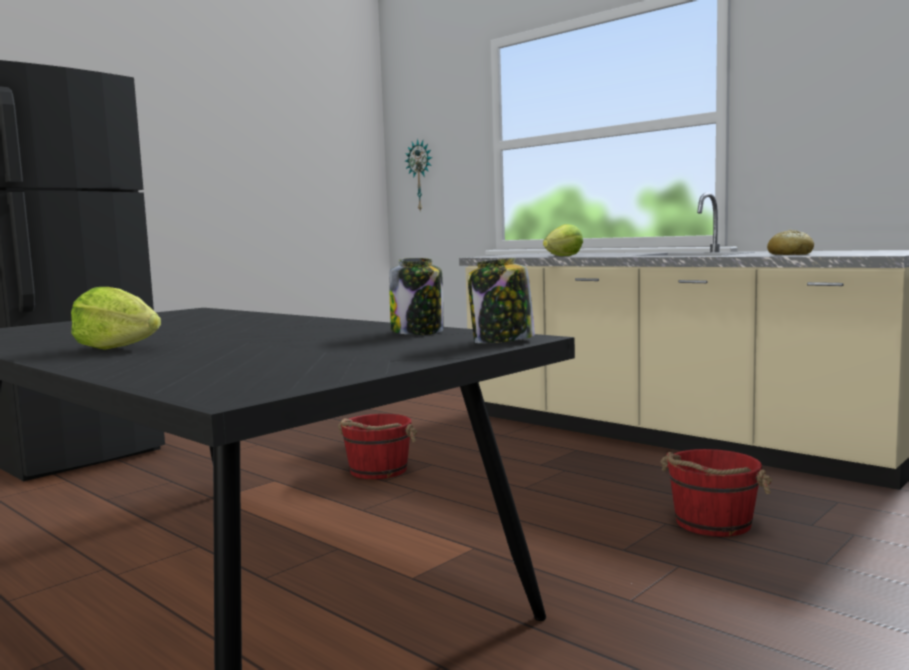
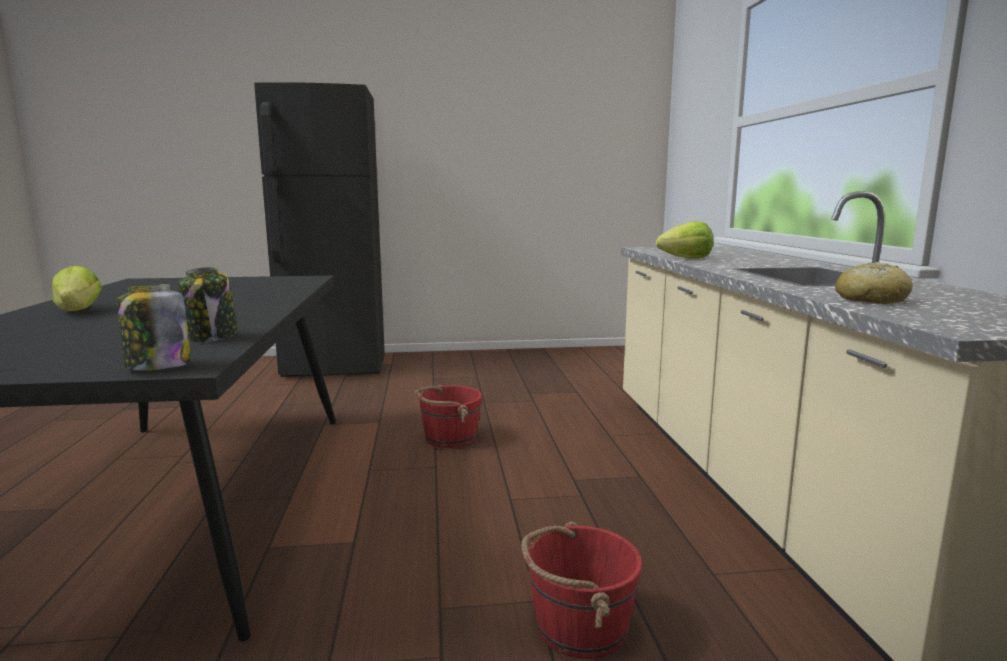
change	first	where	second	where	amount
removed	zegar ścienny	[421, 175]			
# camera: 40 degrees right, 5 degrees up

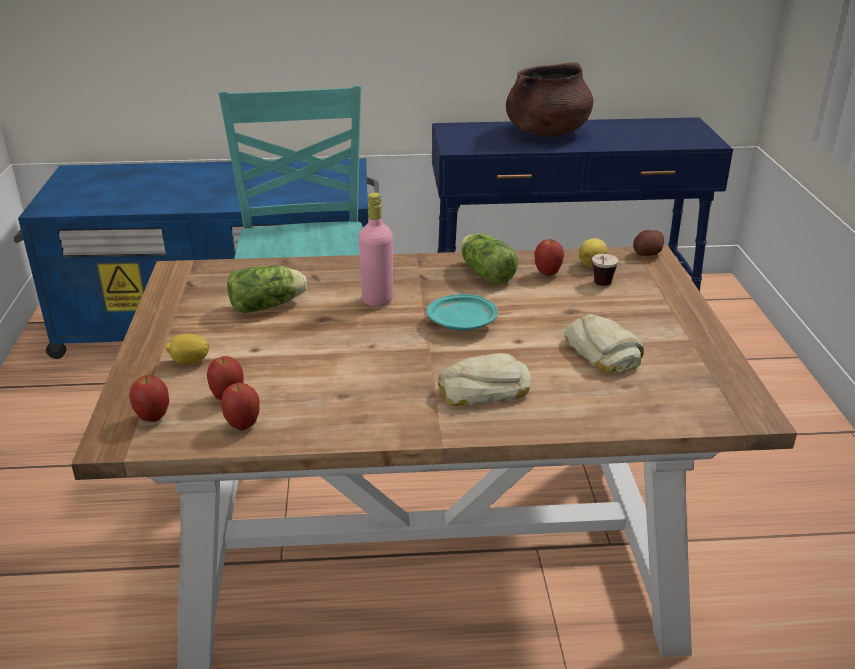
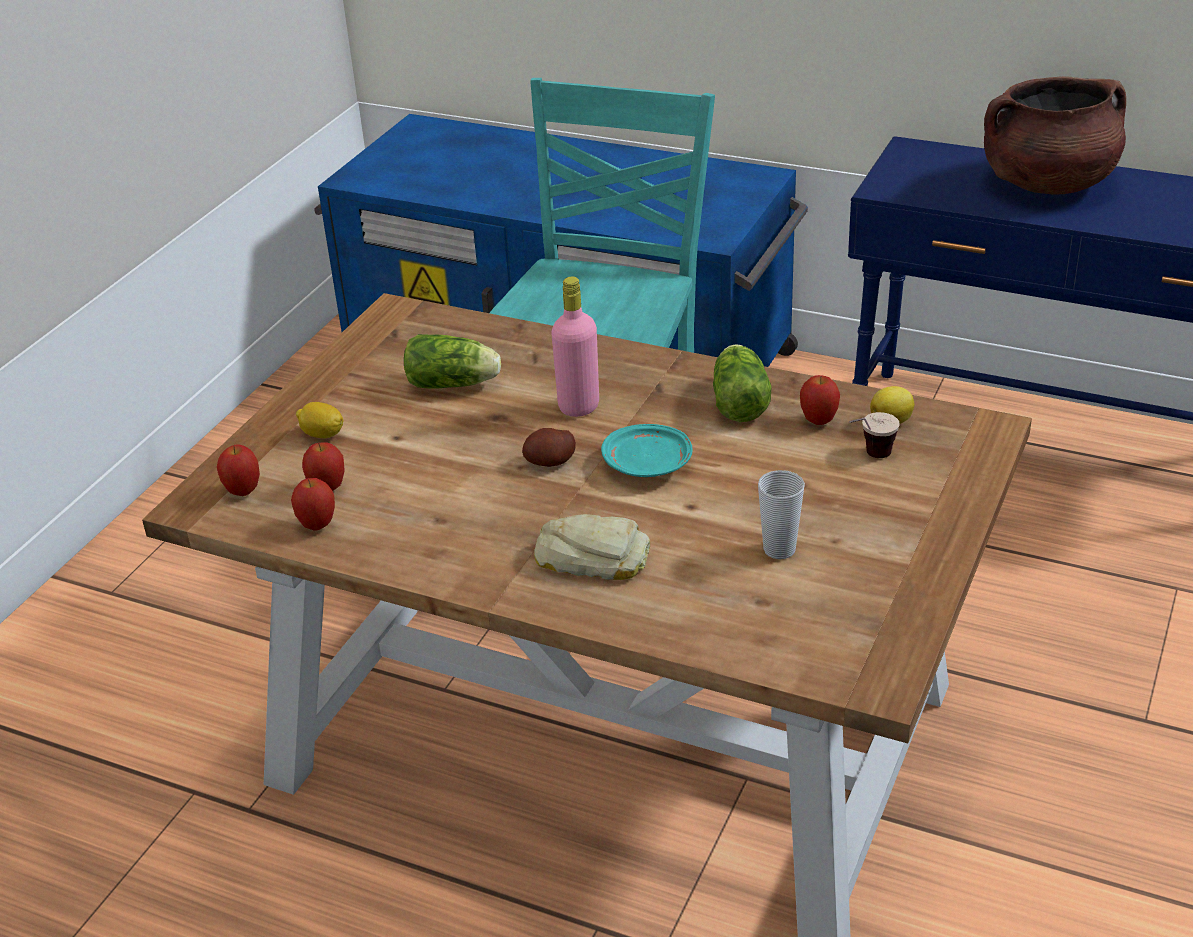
change	first	where	second	where	amount
moved	ziemniak	[647, 254]		[550, 462]	
replaced	chleb	[603, 352]	filiżanka	[779, 549]	
# camera: 30 degrees right, 5 degrees up

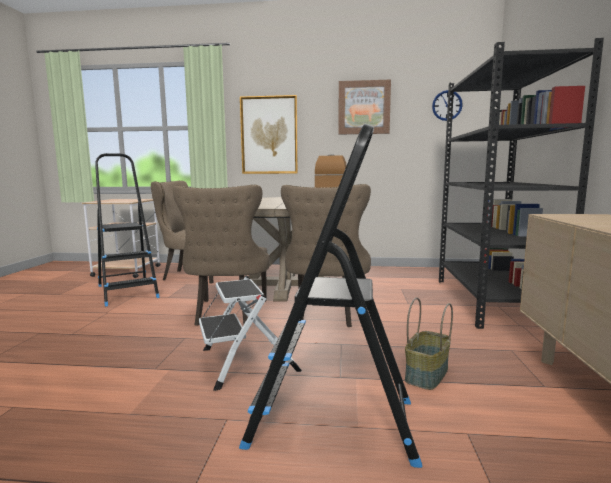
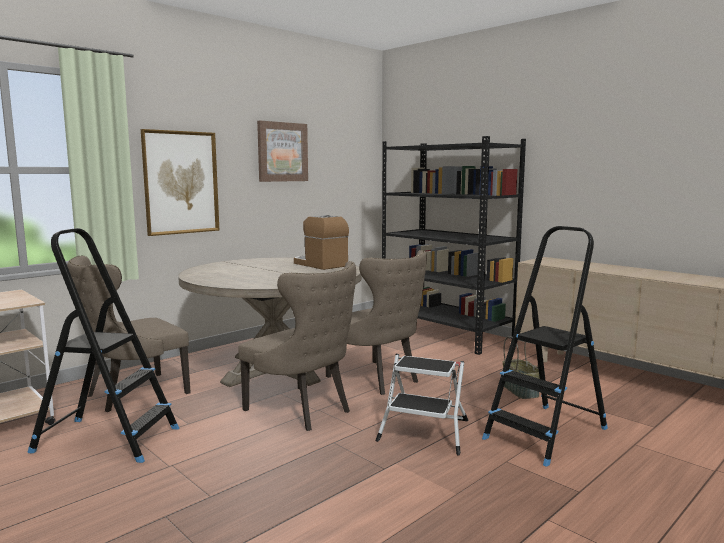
change	first	where	second	where	amount
removed	zegar ścienny	[447, 105]			
# camera: 50 degrees left, 0 degrees up

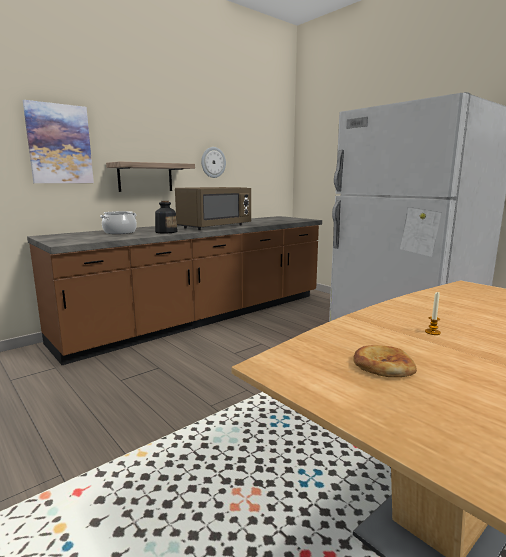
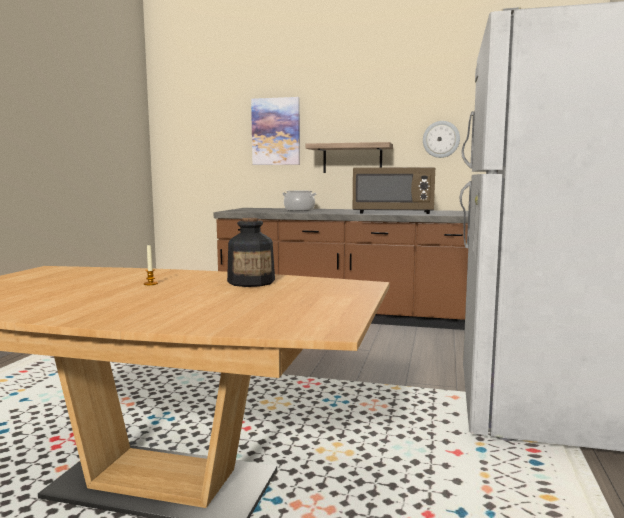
change	first	where	second	where	amount
moved	butelka	[166, 232]		[251, 282]	
removed	chleb	[383, 365]			
# camera: 55 degrees right, 5 degrees down

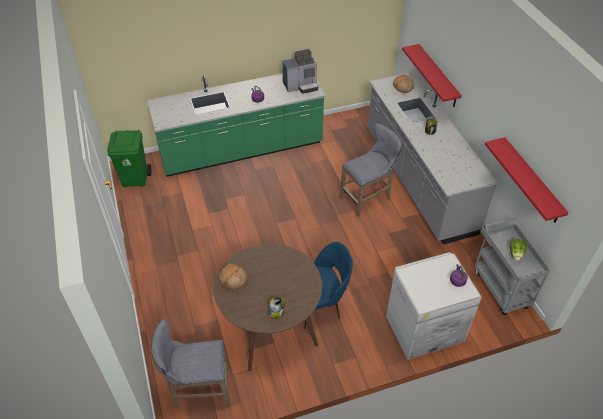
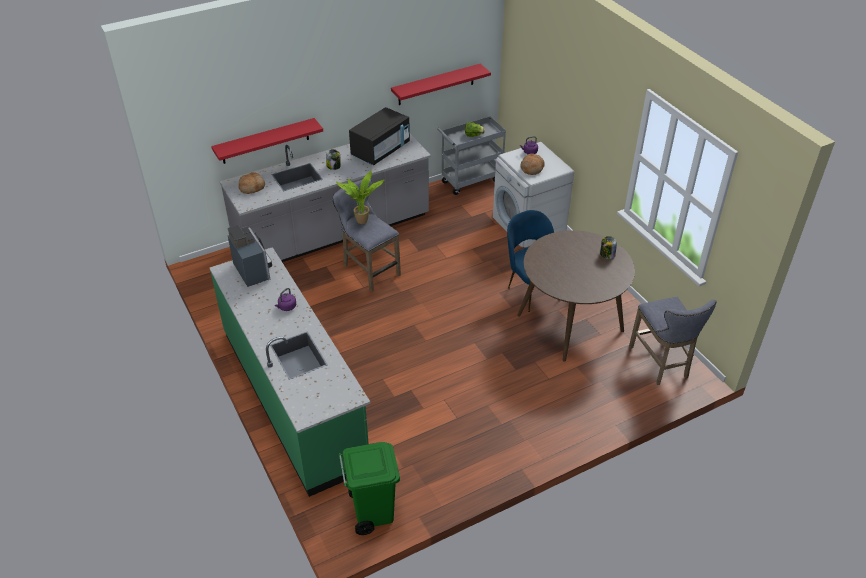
change	first	where	second	where	amount
added			roślina doniczkowa	[363, 222]	
added			mikrofalówka [czarny]	[381, 150]	
moved	chleb	[233, 279]		[531, 168]	
# camera: 100 degrees left, 5 degrees down

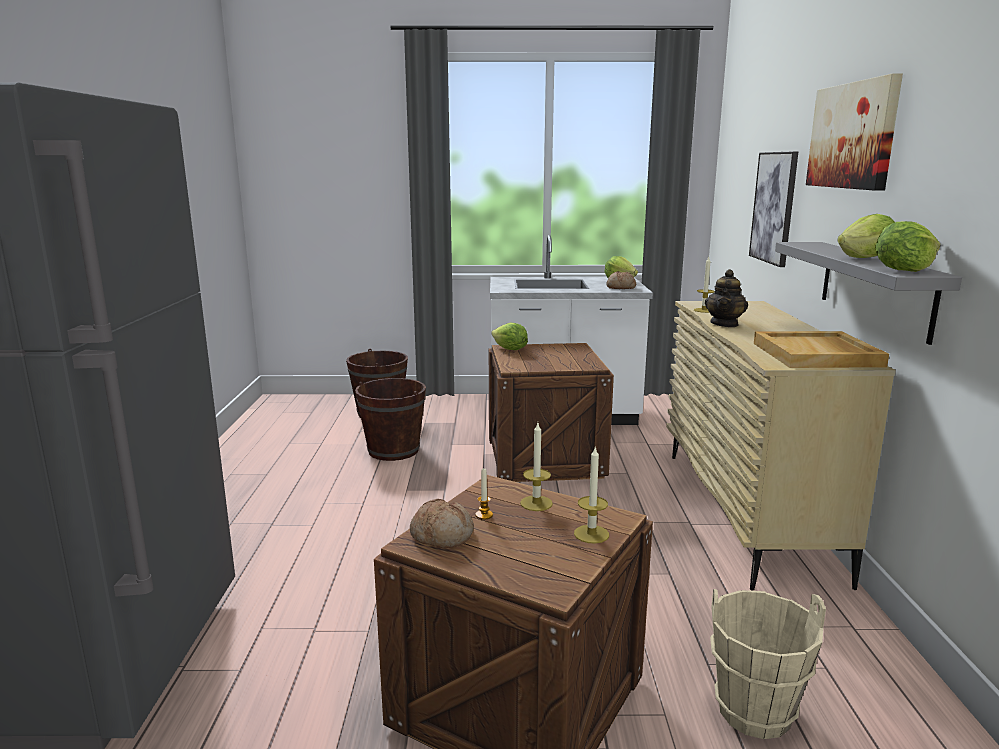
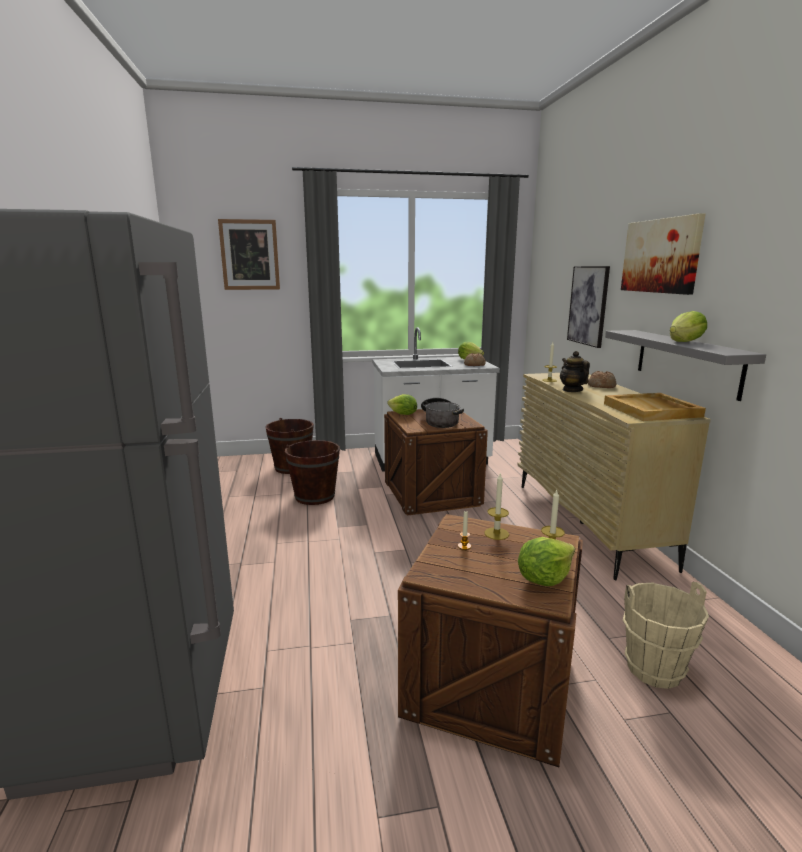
change	first	where	second	where	amount
added			obraz	[249, 255]	
added			garnek	[440, 421]	
moved	sałata	[903, 270]		[544, 578]	
turned	imbryk	[724, 324]		[572, 390]	150 degrees clockwise
moved	chleb	[442, 535]		[601, 386]	
# camera: 10 degrees left, 0 degrees up

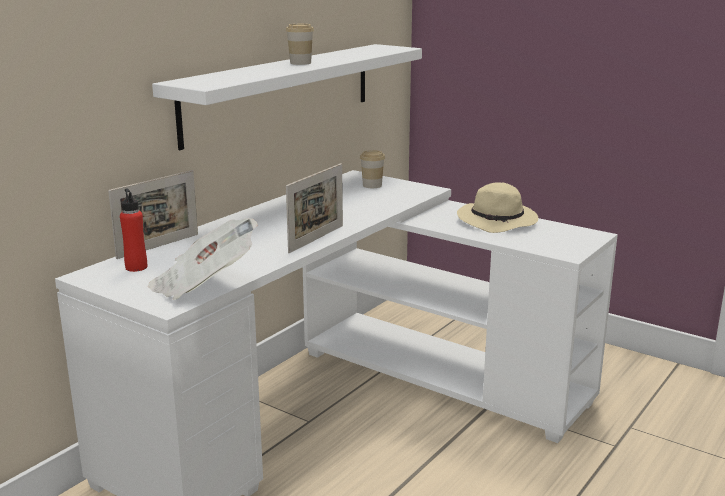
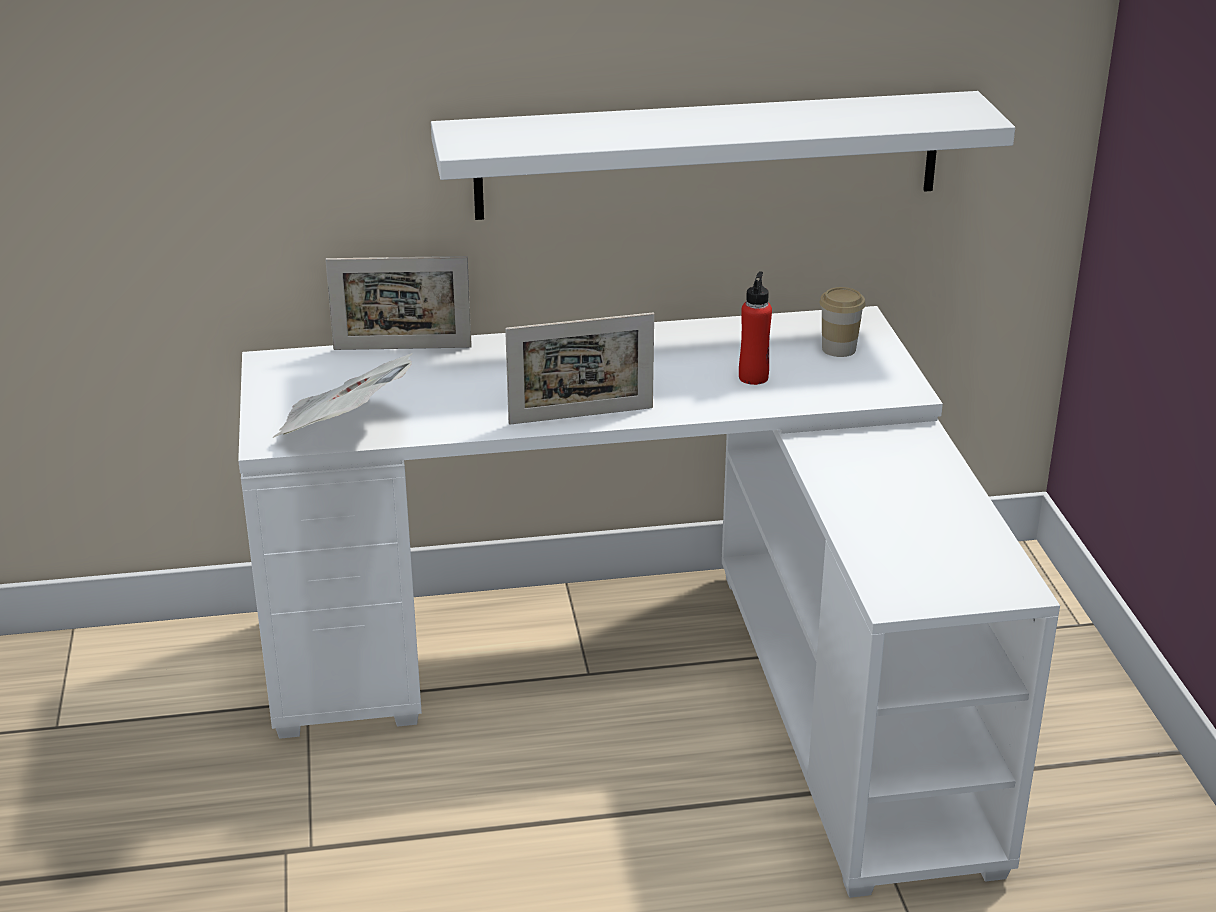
change	first	where	second	where	amount
moved	butelka [czerwony]	[136, 267]		[753, 377]	
removed	filiżanka	[300, 63]			
removed	kapelusz [beżowy]	[498, 221]			
# camera: 45 degrees right, 10 degrees up

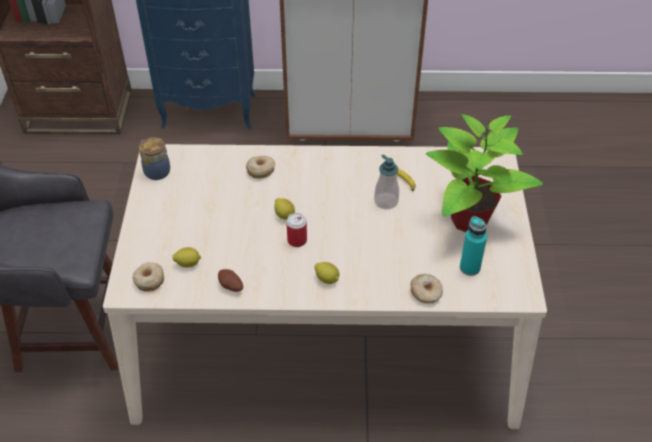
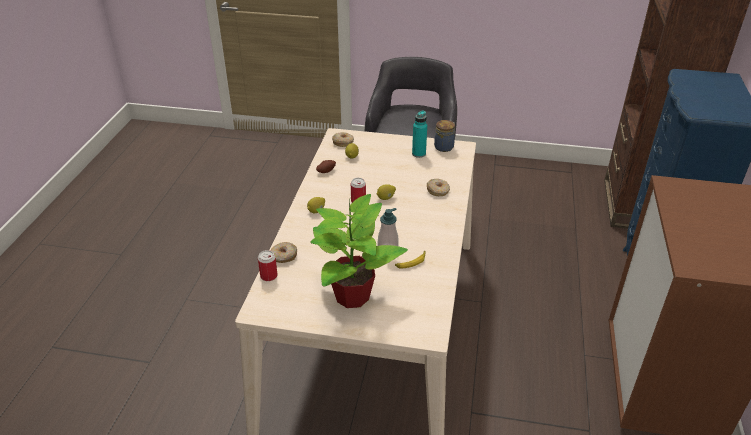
change	first	where	second	where	amount
added			puszka	[269, 276]	
moved	butelka [turkusowy]	[469, 268]		[419, 154]	
# camera: 100 degrees right, 10 degrees down

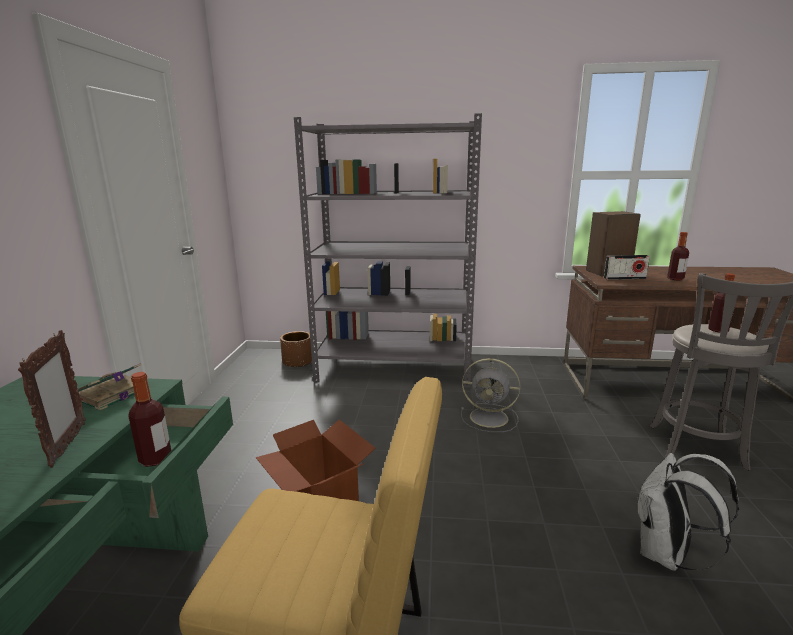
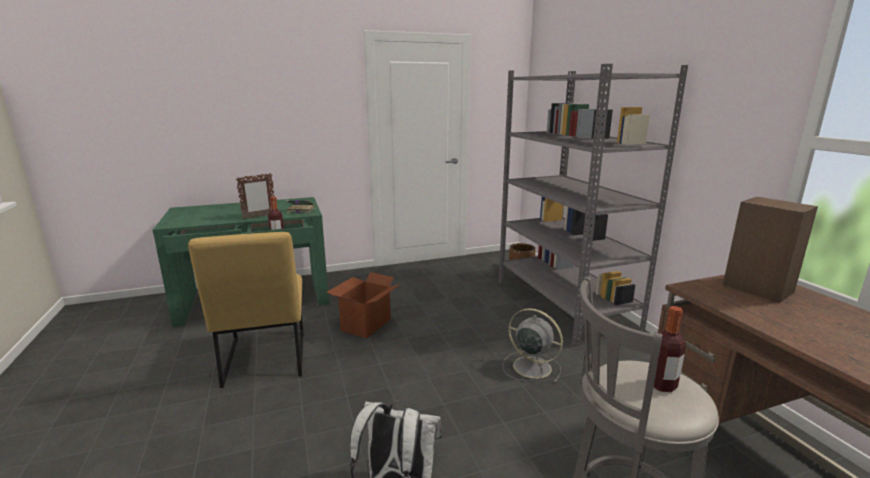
change	first	where	second	where	amount
turned	wentylator [szary]	[490, 418]		[530, 366]	135 degrees clockwise
removed	radio	[624, 278]			
removed	butelka	[675, 279]			
# camera: 65 degrees right, 0 degrees up

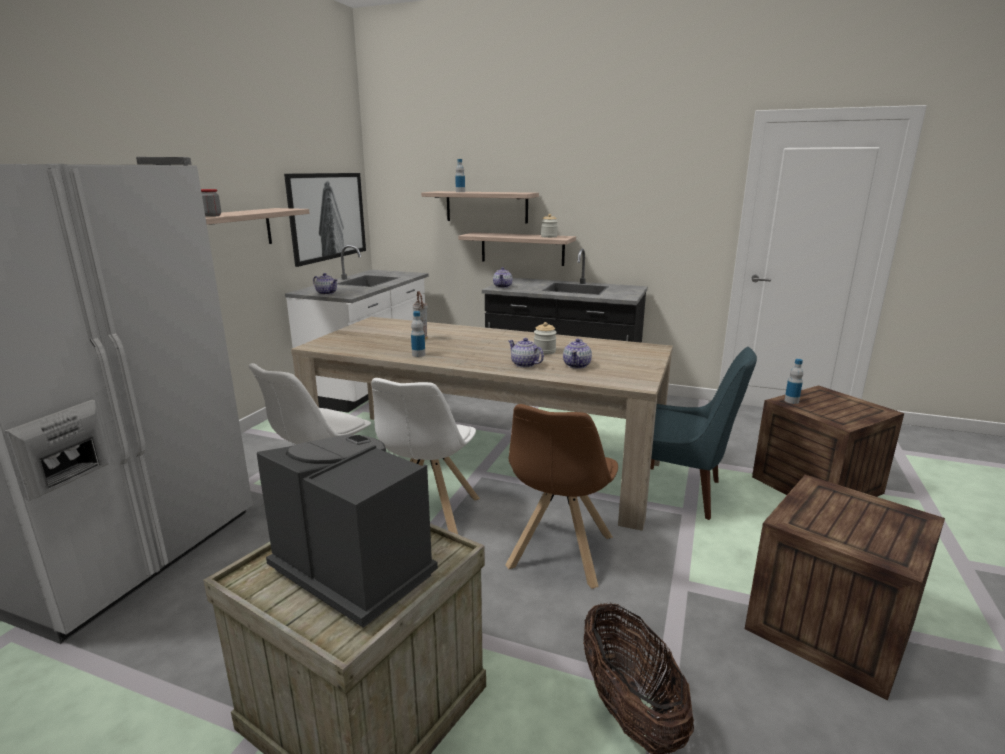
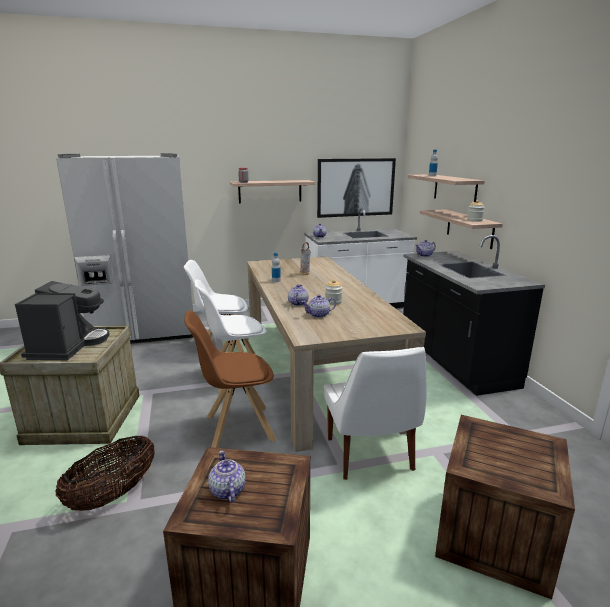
change	first	where	second	where	amount
added			imbryk	[227, 491]	
recoloured	krzesło [niebieski]	[682, 493]	krzesło [biały]	[370, 456]	
removed	butelka	[791, 401]			
# camera: 55 degrees right, 0 degrees up

